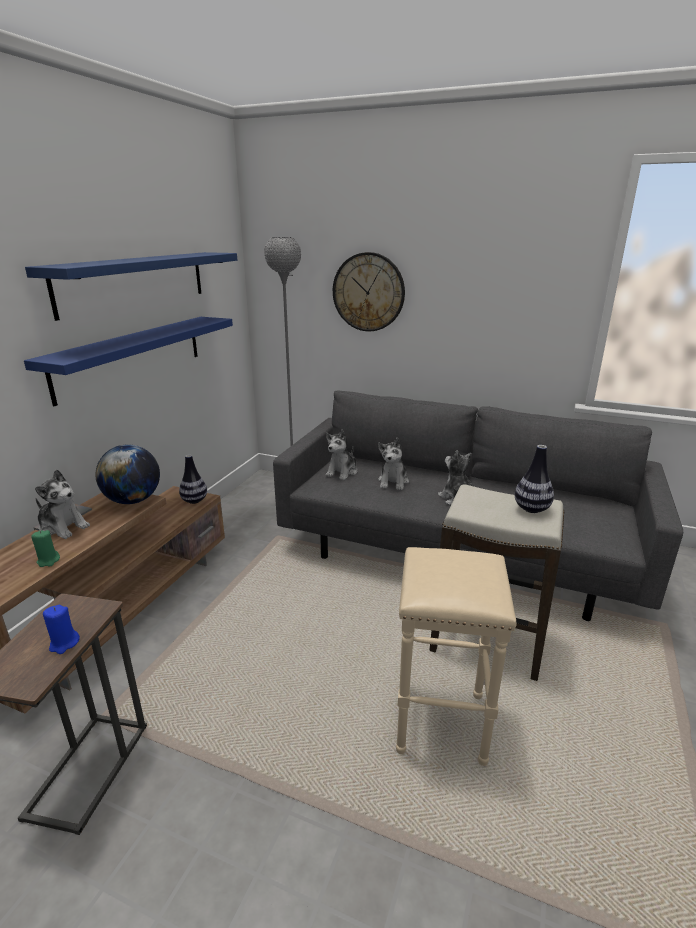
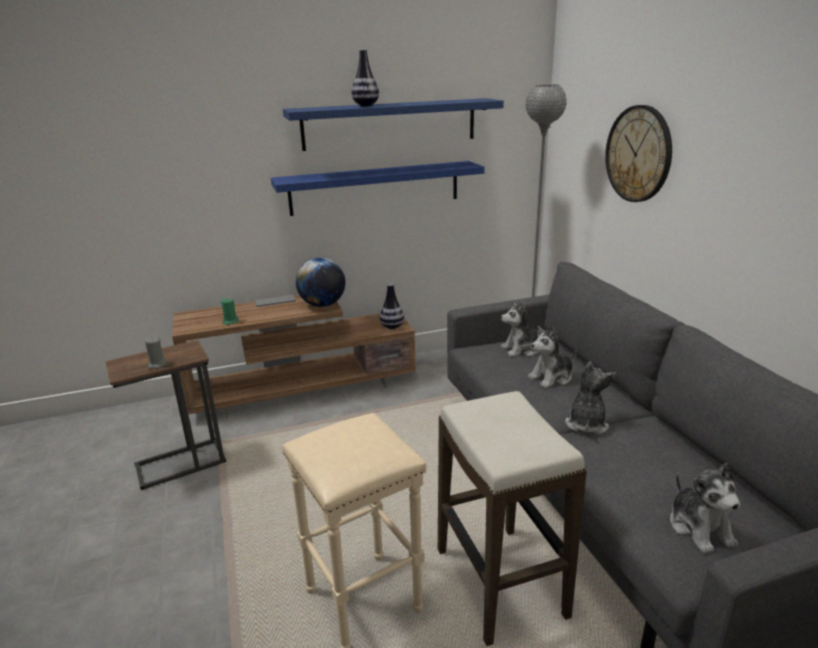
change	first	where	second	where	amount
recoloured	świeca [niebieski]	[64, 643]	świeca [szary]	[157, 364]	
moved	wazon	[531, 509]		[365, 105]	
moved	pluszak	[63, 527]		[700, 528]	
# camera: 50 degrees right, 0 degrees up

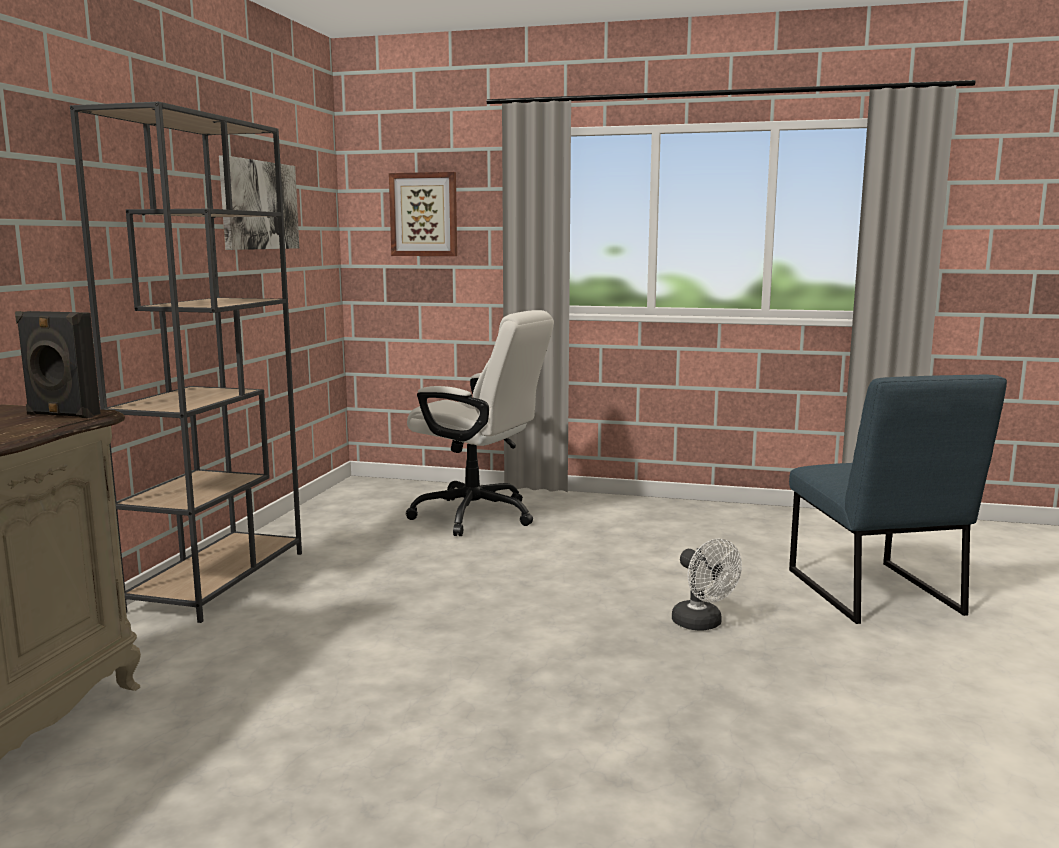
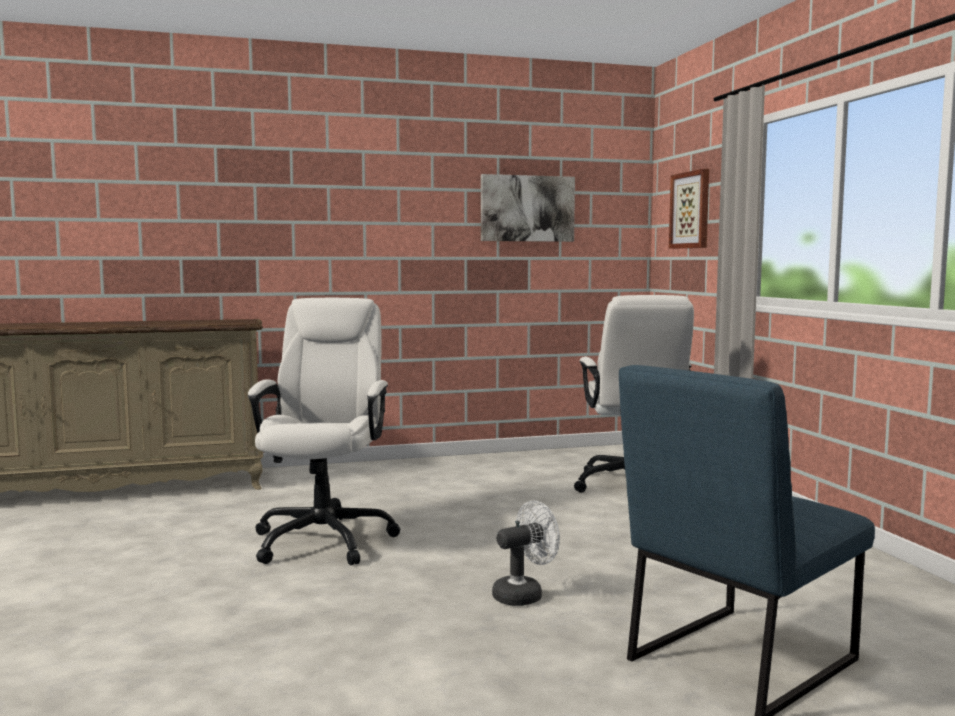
change	first	where	second	where	amount
added			krzesło biurowe [biały]	[325, 539]	
turned	wentylator [biały]	[702, 624]		[524, 595]	150 degrees counterclockwise
removed	głośnik [czarny]	[61, 415]			
removed	regał	[218, 580]			
# camera: 60 degrees right, 5 degrees down

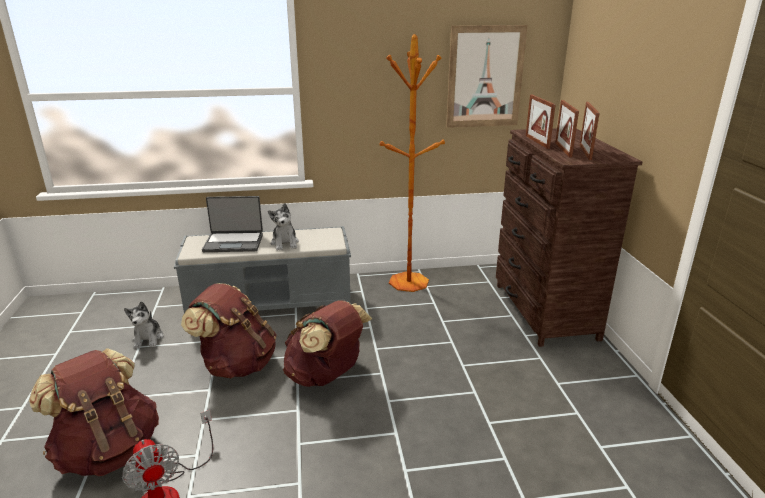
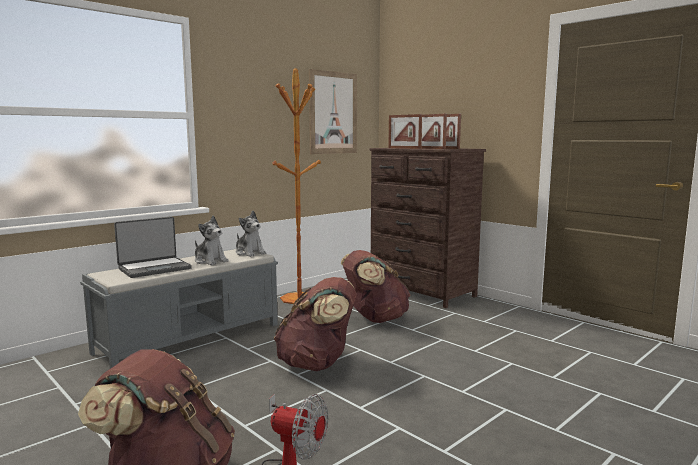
change	first	where	second	where	amount
moved	pluszak	[148, 339]		[250, 253]	
moved	plecak [brązowy]	[237, 364]		[374, 319]	
# camera: 35 degrees left, 15 degrees down

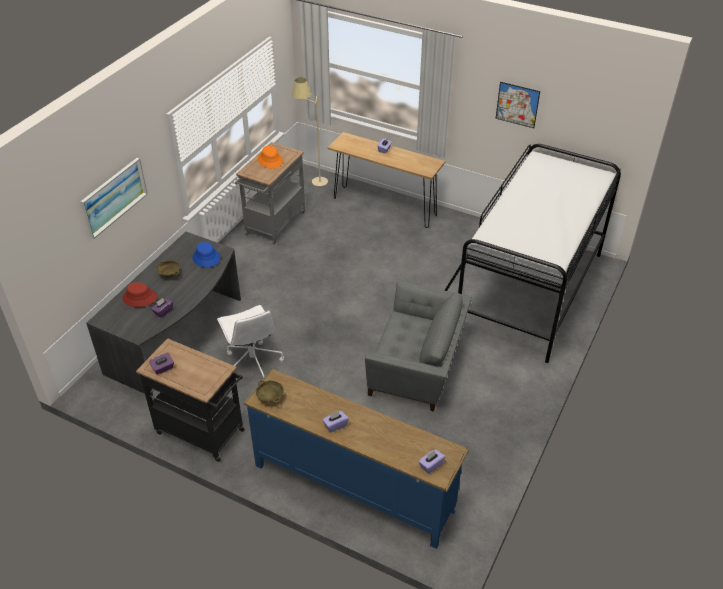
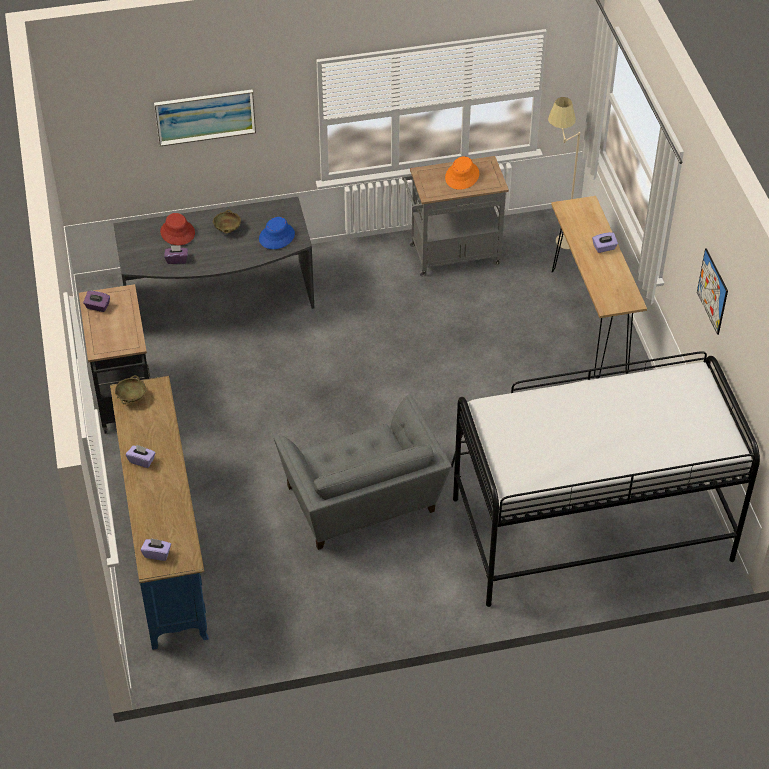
change	first	where	second	where	amount
removed	krzesło biurowe [biały]	[252, 362]			
# camera: 50 degrees right, 5 degrees up

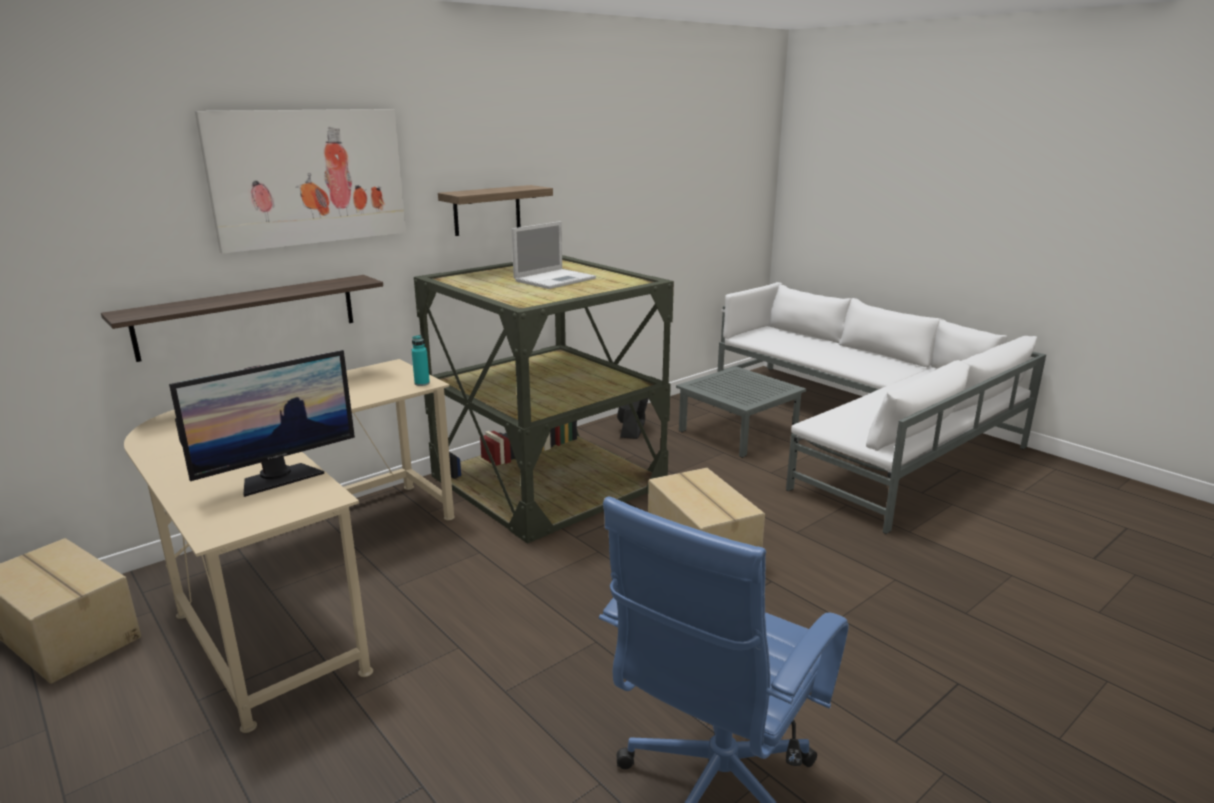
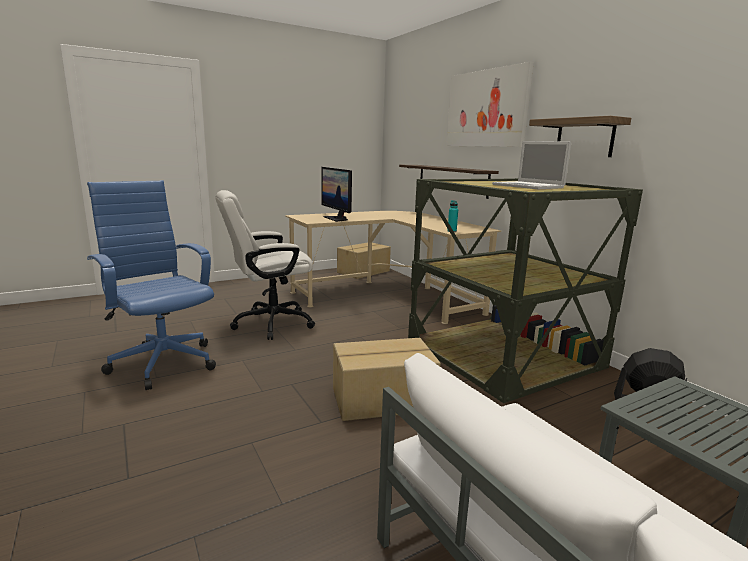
change	first	where	second	where	amount
added			krzesło biurowe [biały]	[269, 324]	
# camera: 100 degrees right, 5 degrees down

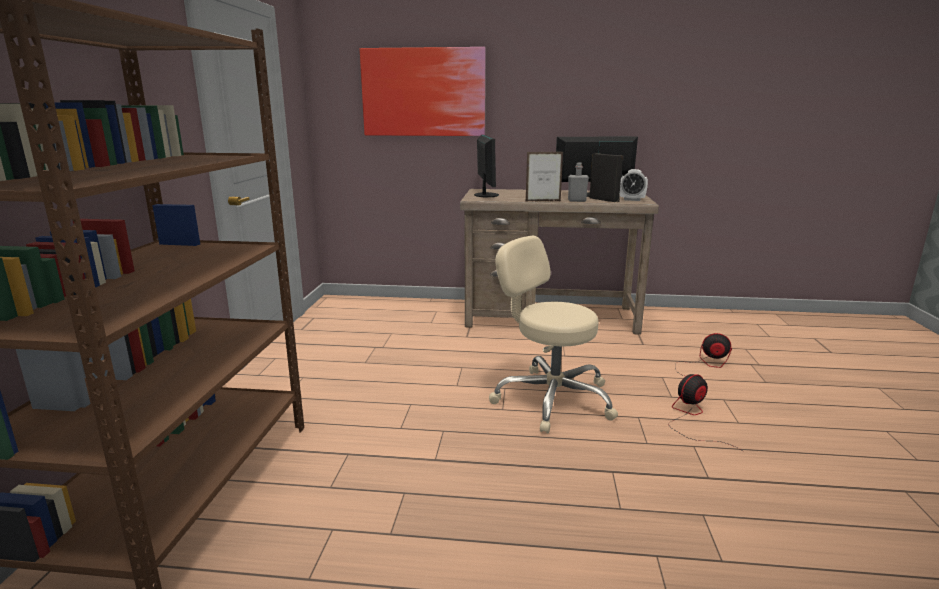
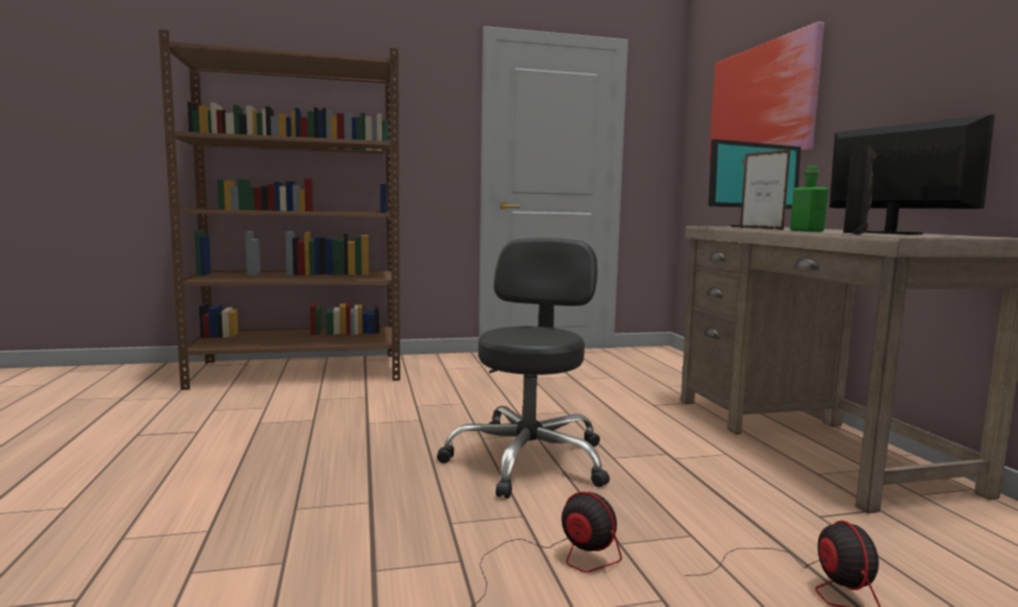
change	first	where	second	where	amount
recoloured	krzesło biurowe [beżowy]	[548, 398]	krzesło biurowe [czarny]	[530, 457]	
recoloured	butelka [szary]	[577, 200]	butelka [zielony]	[806, 231]	
removed	budzik	[632, 200]			
# camera: 70 degrees right, 10 degrees down

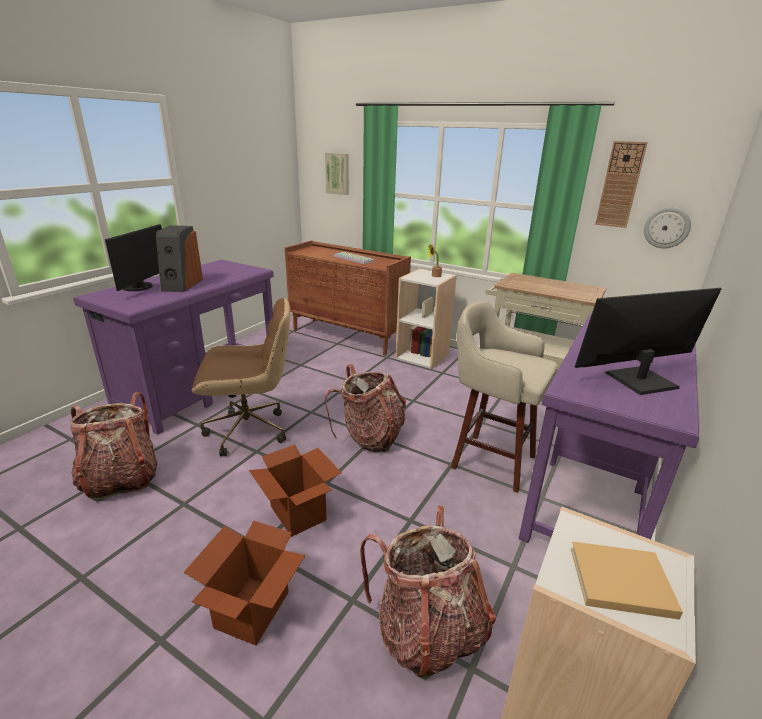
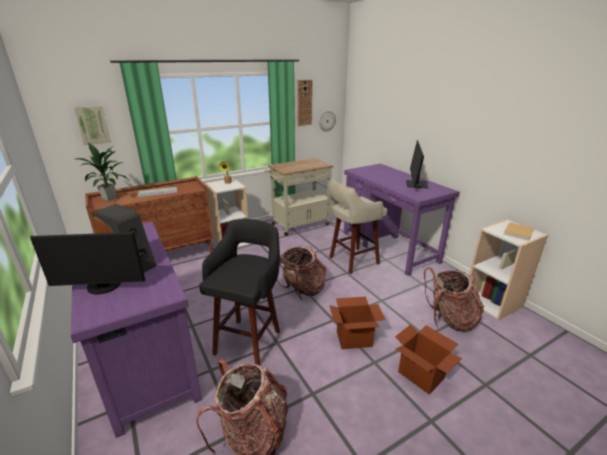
change	first	where	second	where	amount
turned	monitor	[140, 287]		[103, 287]	135 degrees clockwise
added			roślina doniczkowa	[109, 199]	
replaced	krzesło biurowe [brązowy]	[250, 431]	stołek [czarny]	[249, 340]	
# camera: 60 degrees left, 0 degrees up

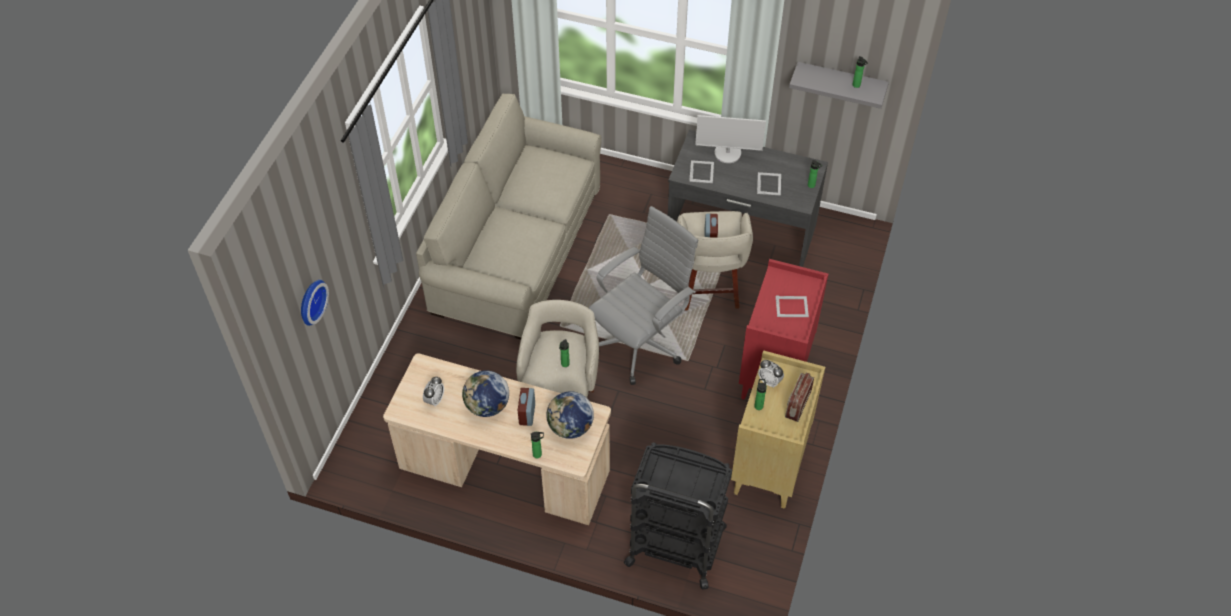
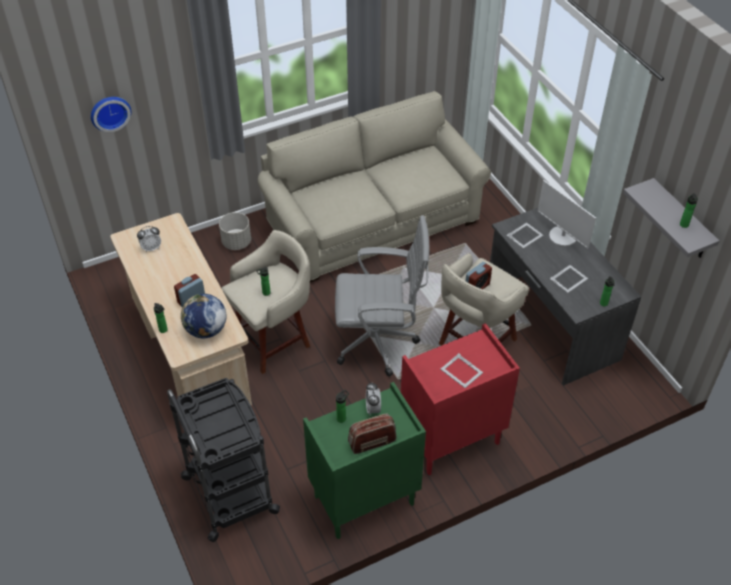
change	first	where	second	where	amount
added			donica [szary]	[236, 242]	
recoloured	szafka [beżowy]	[769, 467]	szafka [zielony]	[363, 500]	
removed	globus	[487, 406]			
# camera: 45 degrees right, 5 degrees down

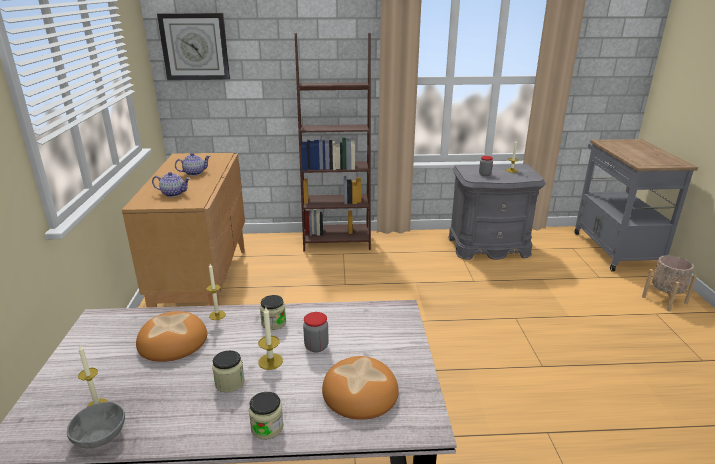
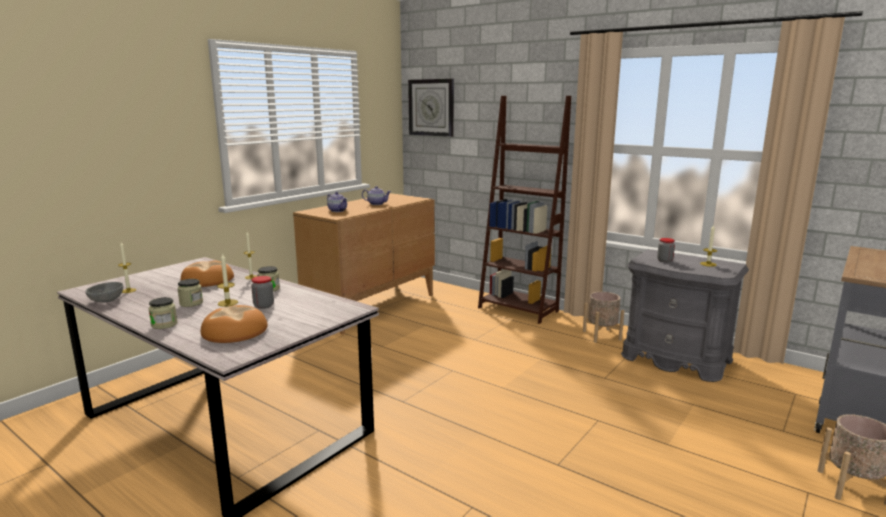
change	first	where	second	where	amount
added			donica [beżowy]	[601, 335]	
# camera: 40 degrees right, 10 degrees down

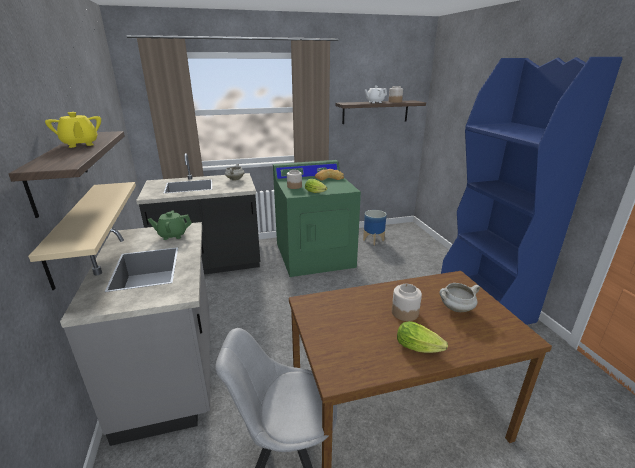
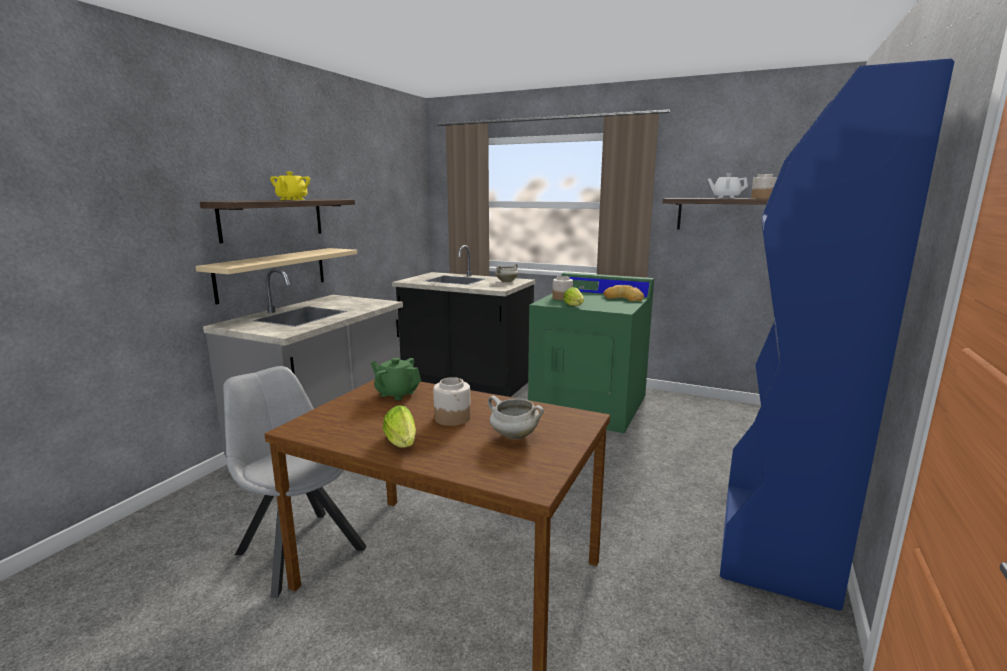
change	first	where	second	where	amount
moved	imbryk [zielony]	[172, 235]		[397, 393]	
removed	donica	[373, 240]			
# camera: 40 degrees right, 10 degrees down

